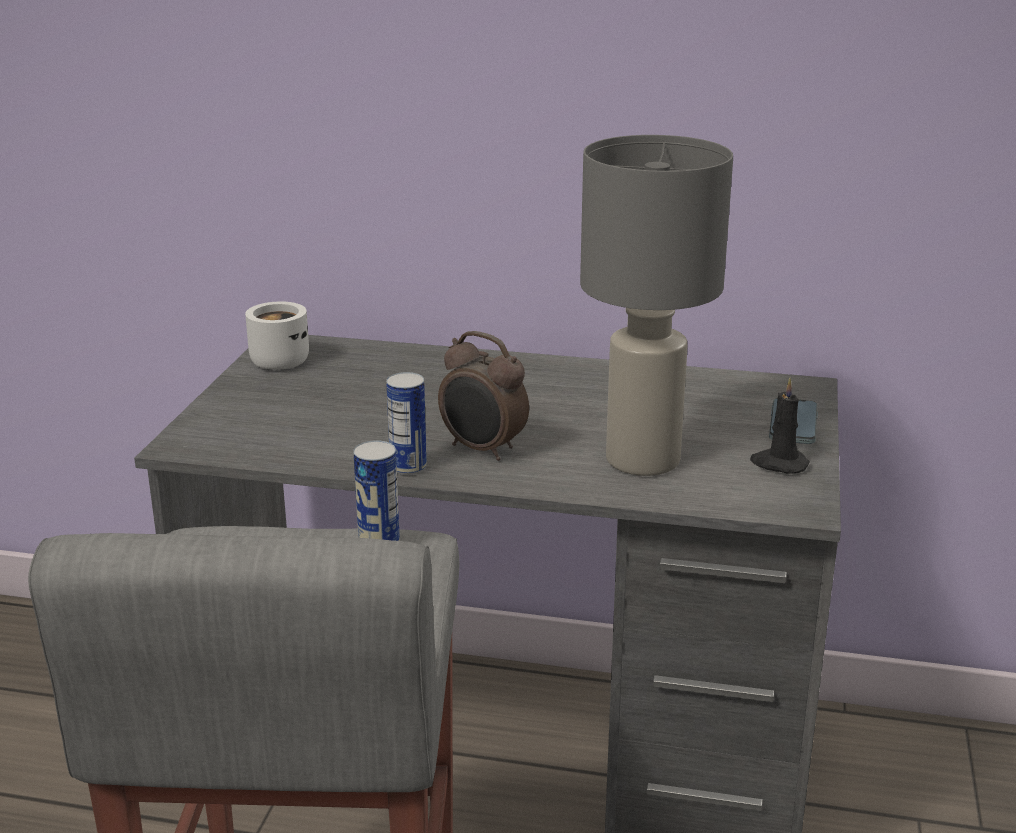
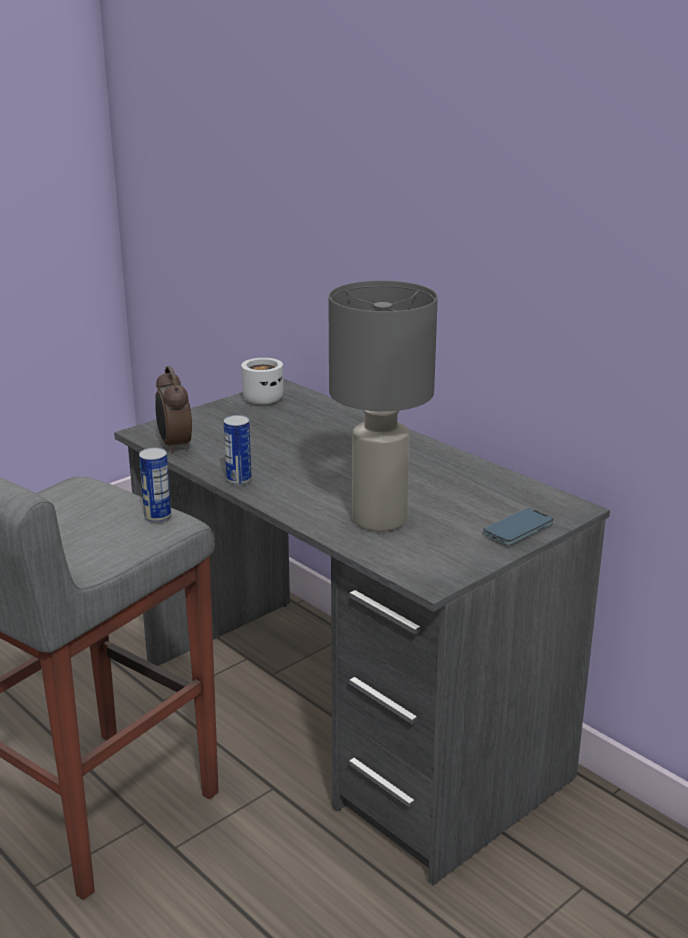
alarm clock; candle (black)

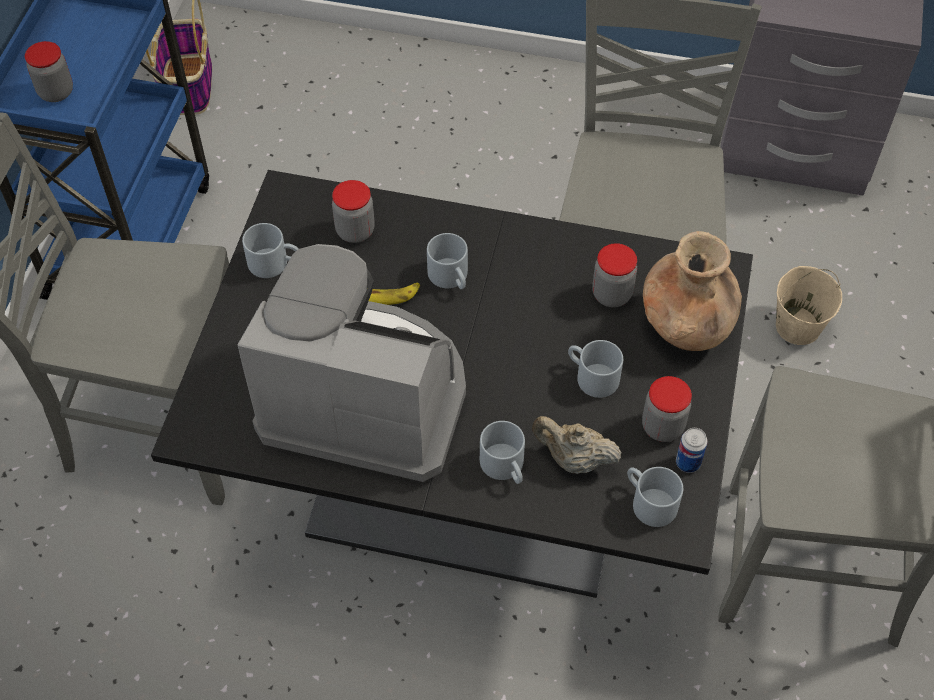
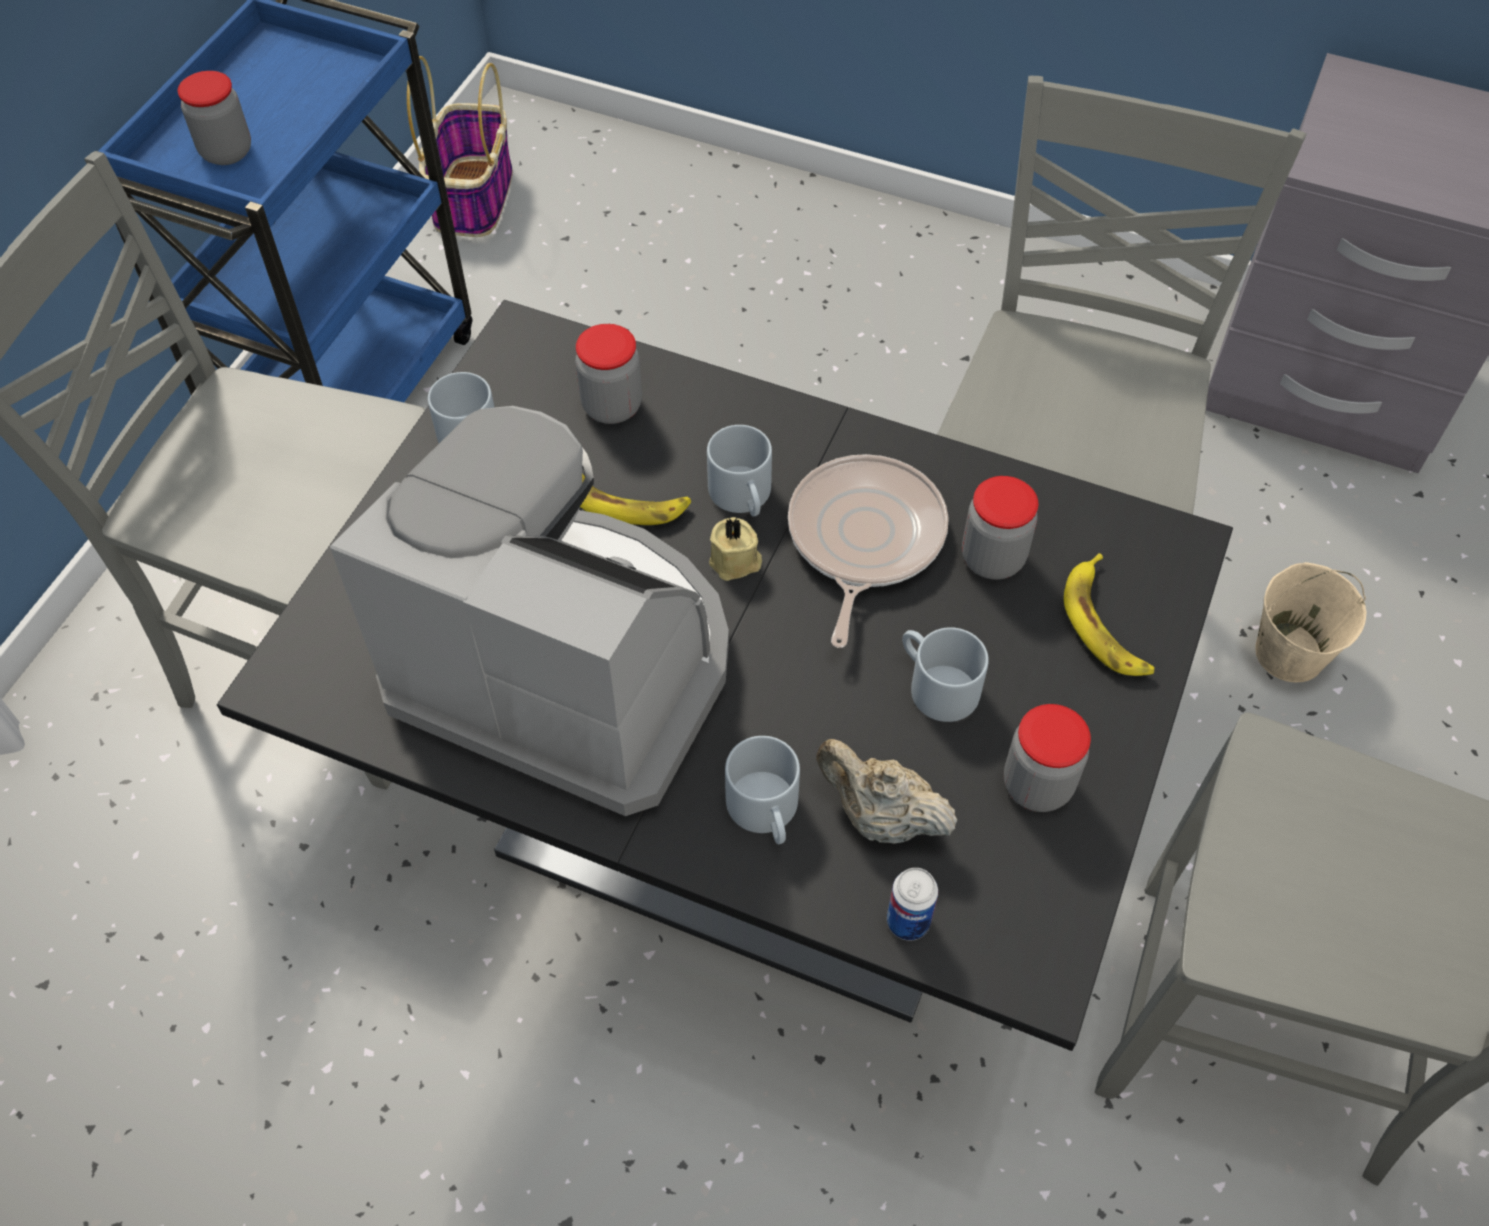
banana (2nd from left); can; mug (grey) (5th from left in the first image); frying pan; candle (beige)

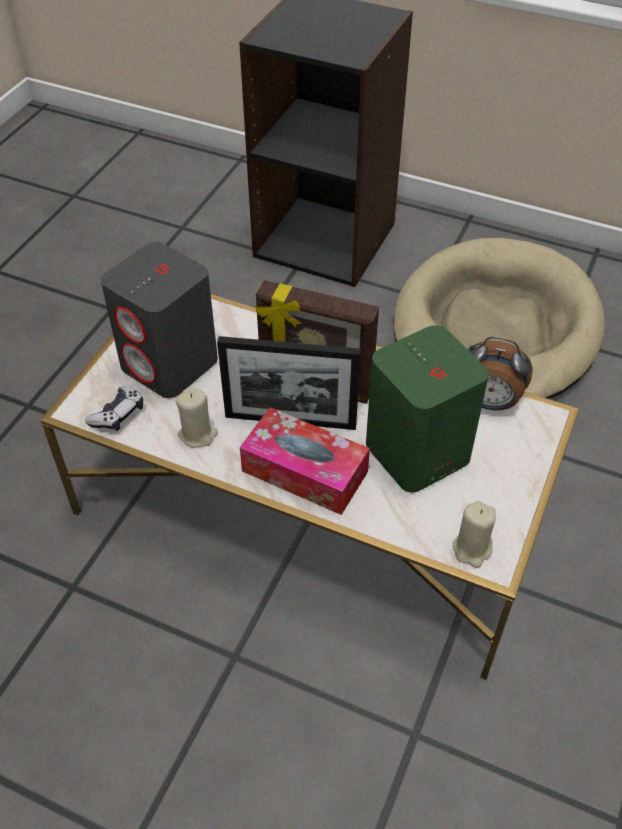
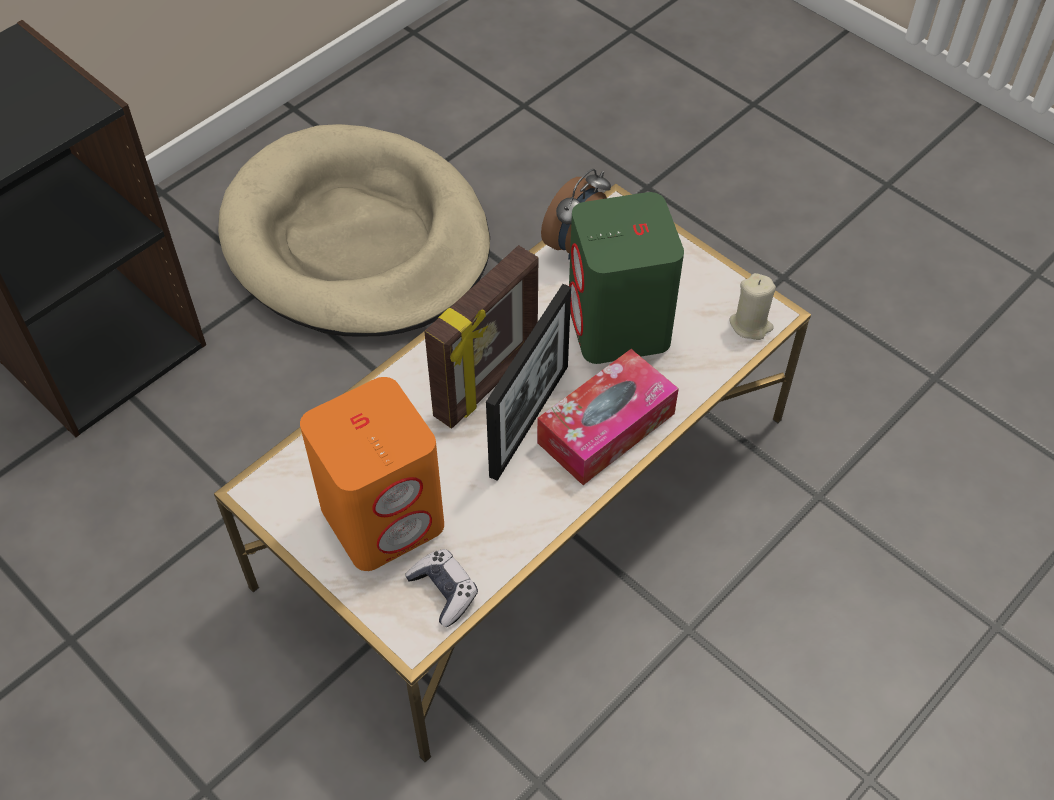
speaker (orange); candle (beige) (1st from left in the first image)

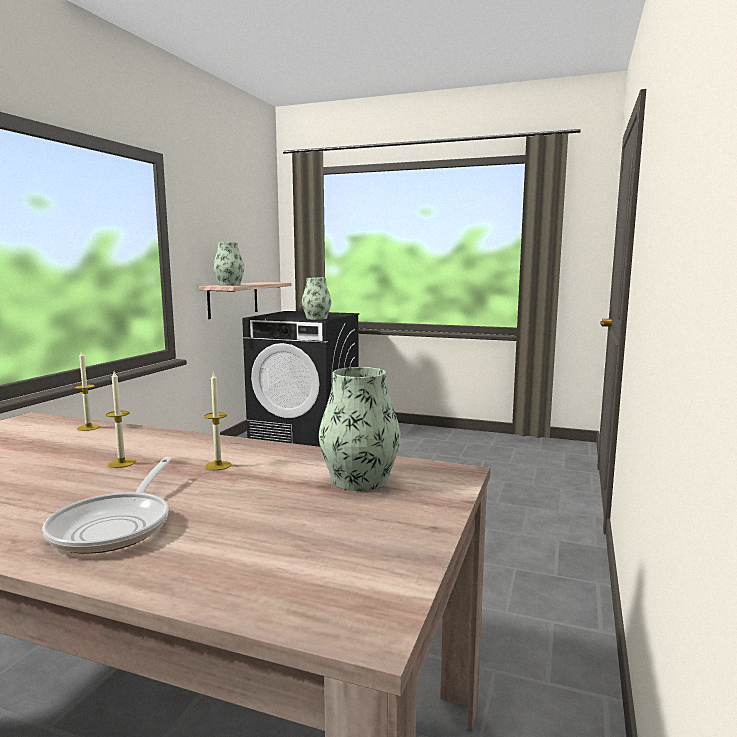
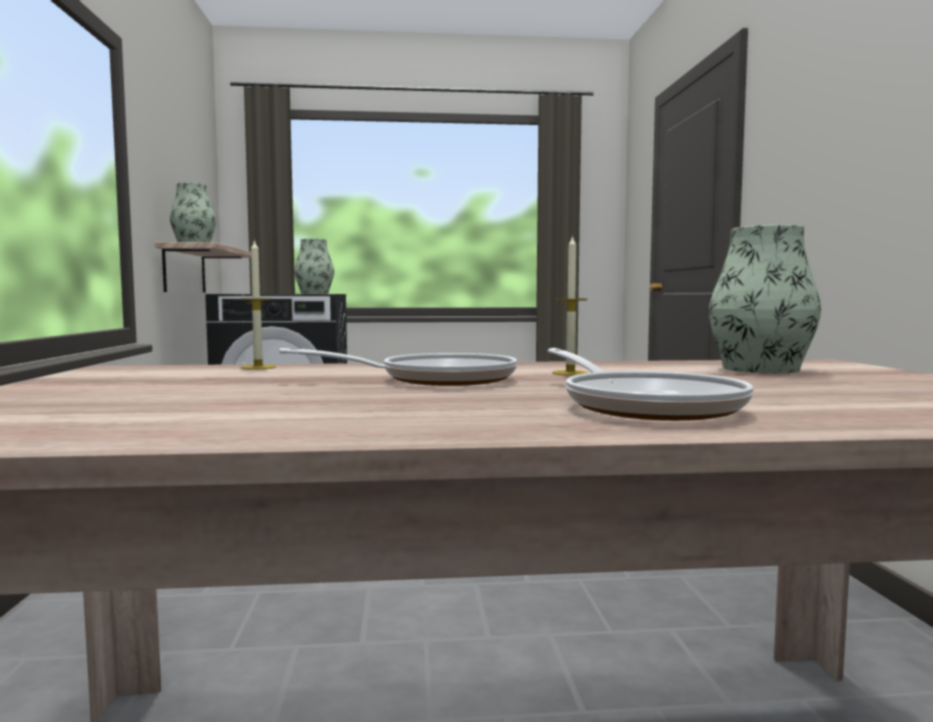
frying pan (1st from left)

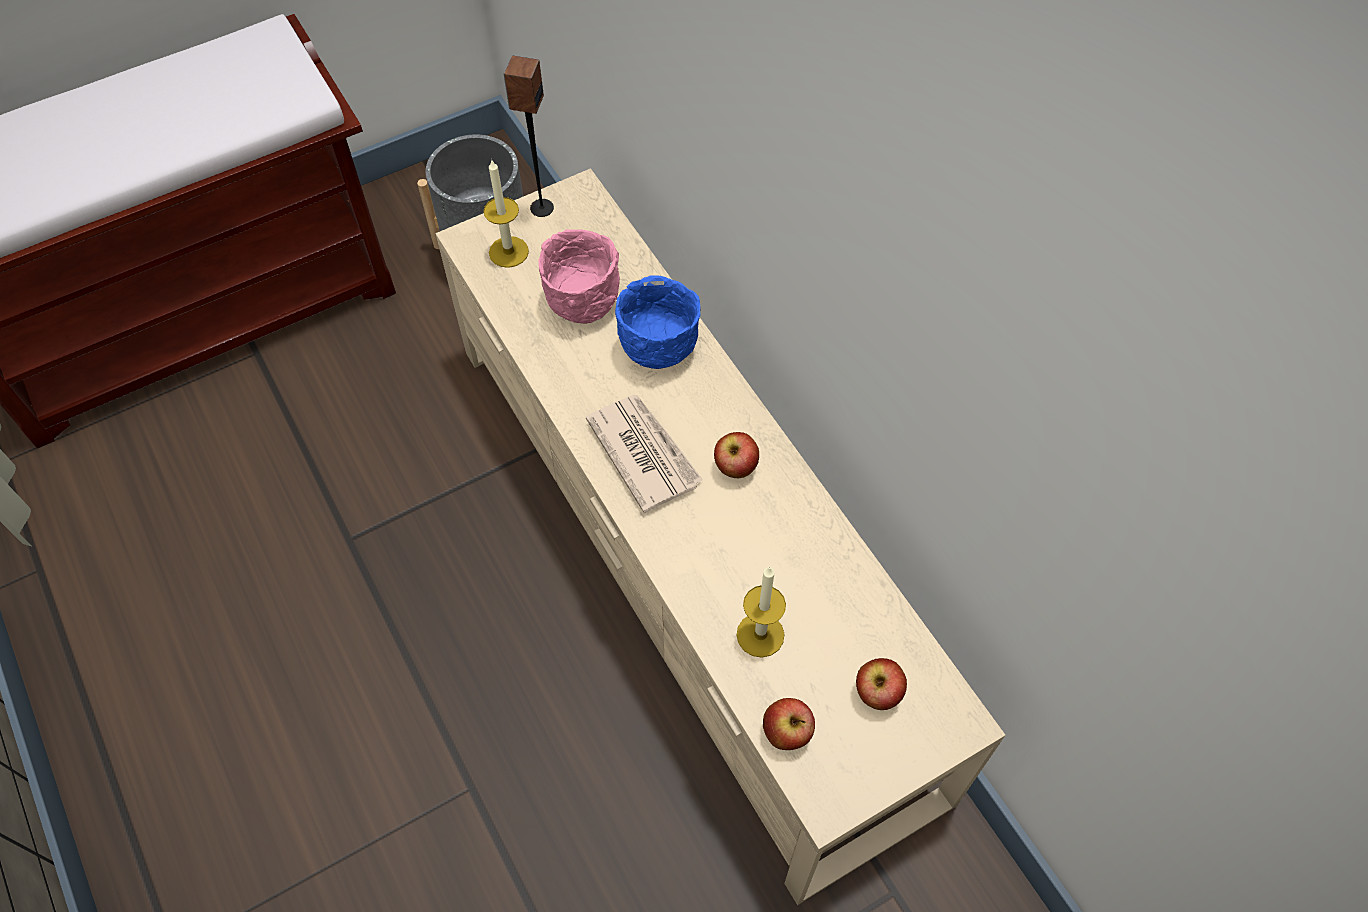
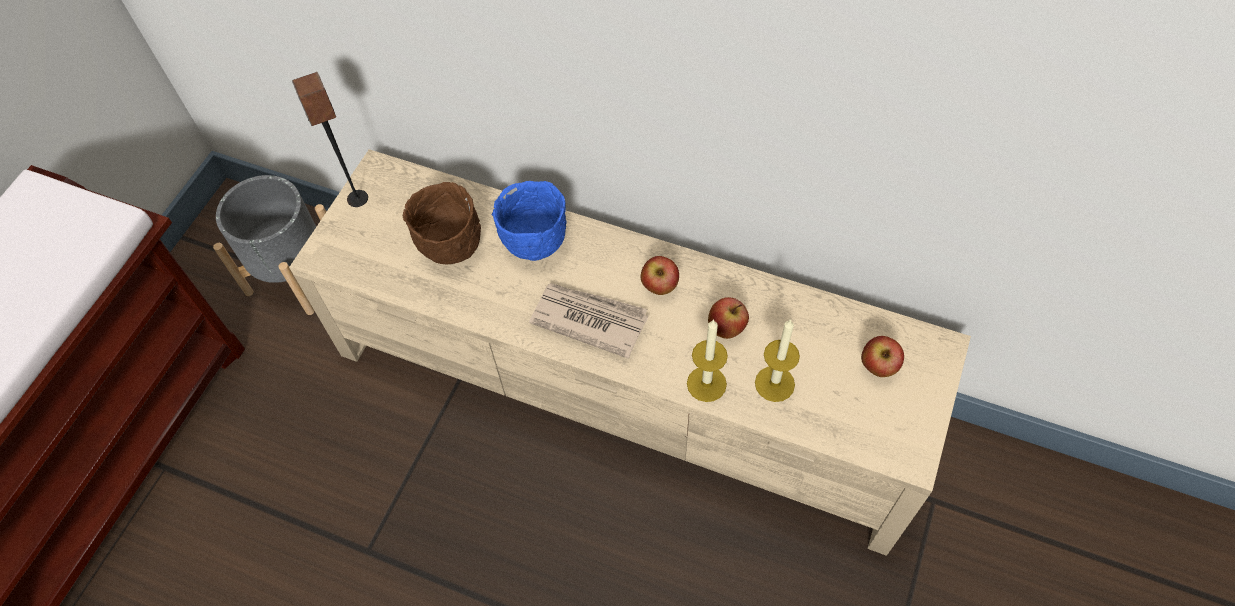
candle (1st from left); bowl (brown); apple (2nd from left)

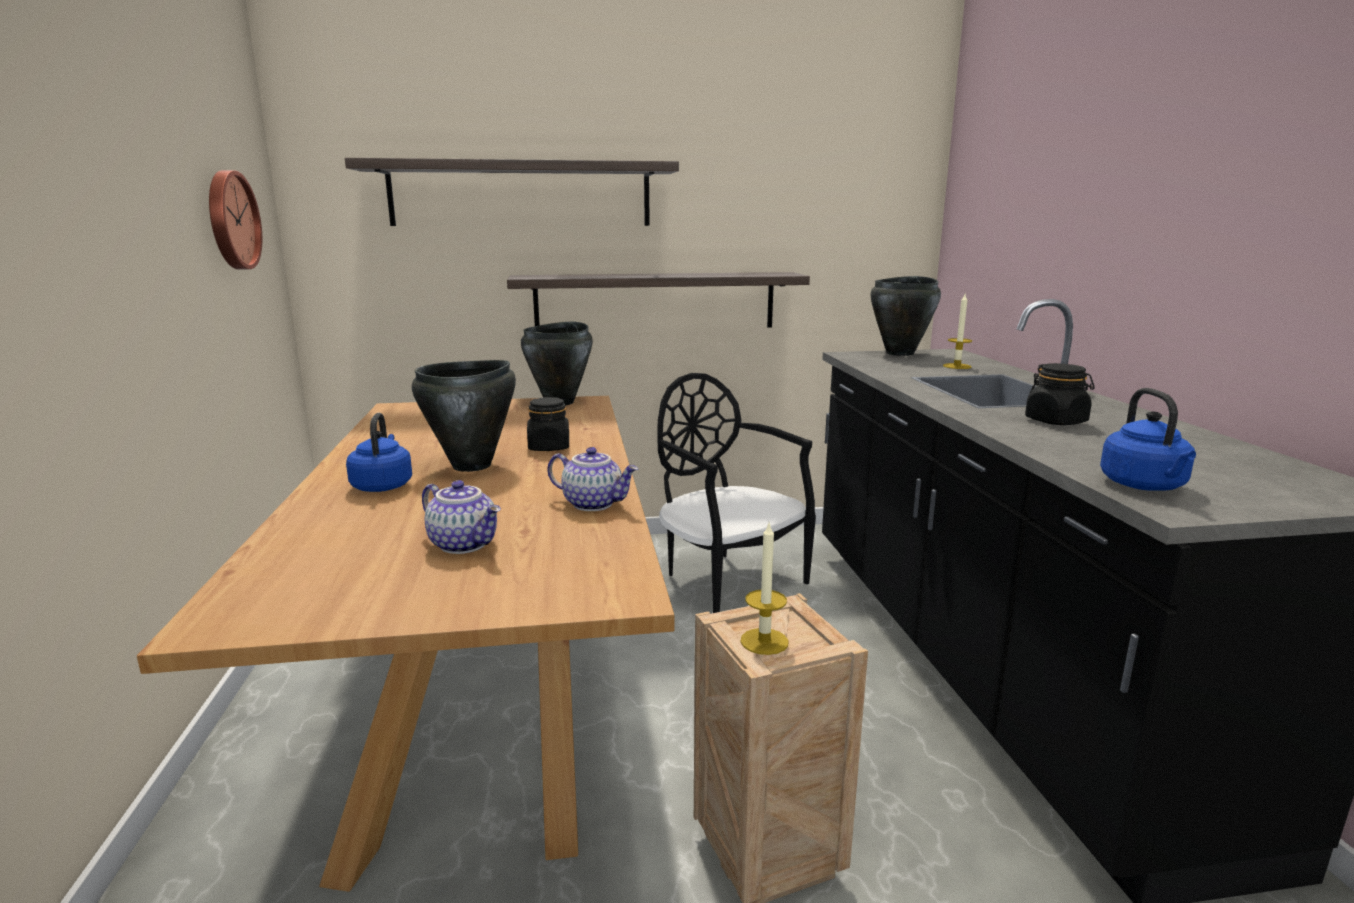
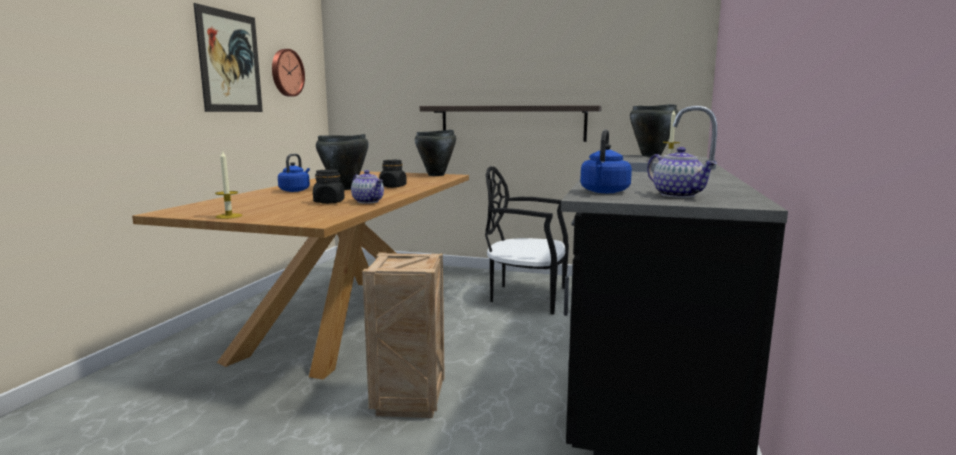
shelf (1st from left in the first image); jar (black) (1st from left); chair (black); teapot (2nd from left); candle (1st from left); picture

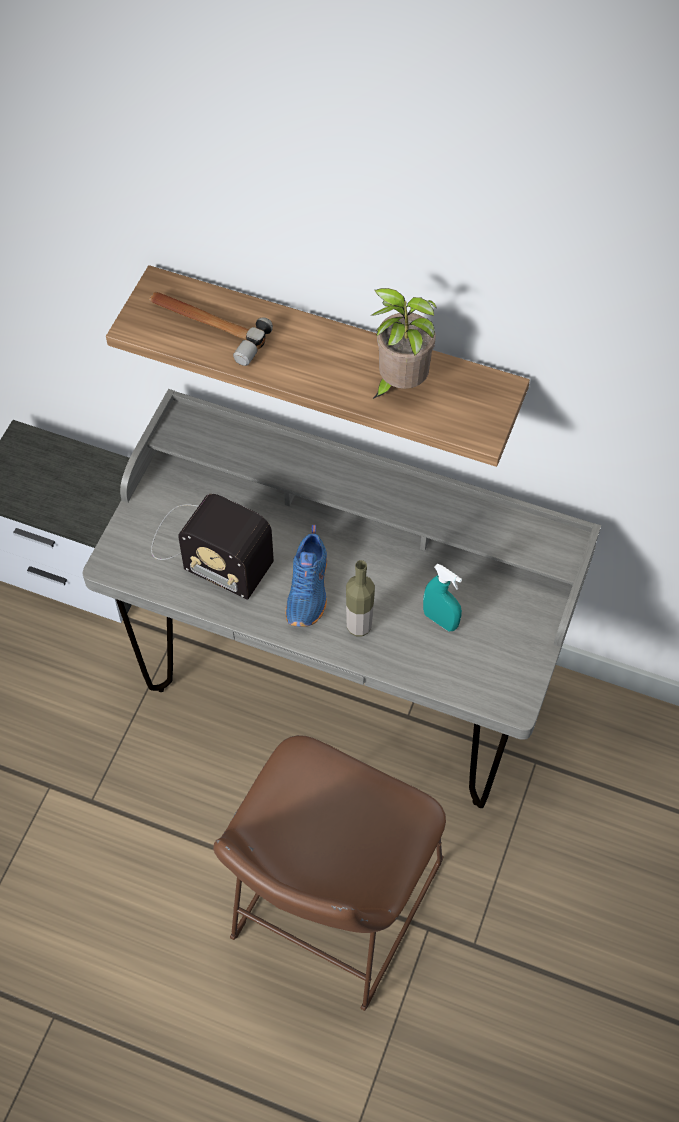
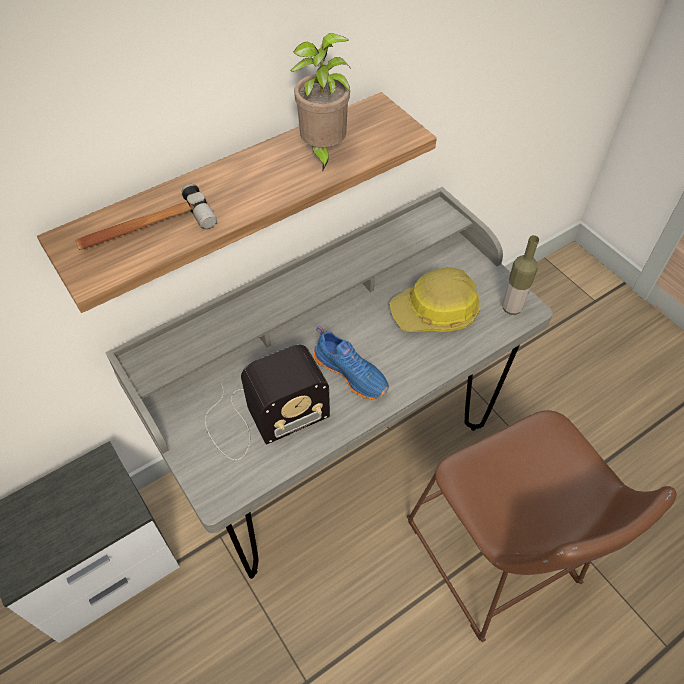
bottle; hard hat

